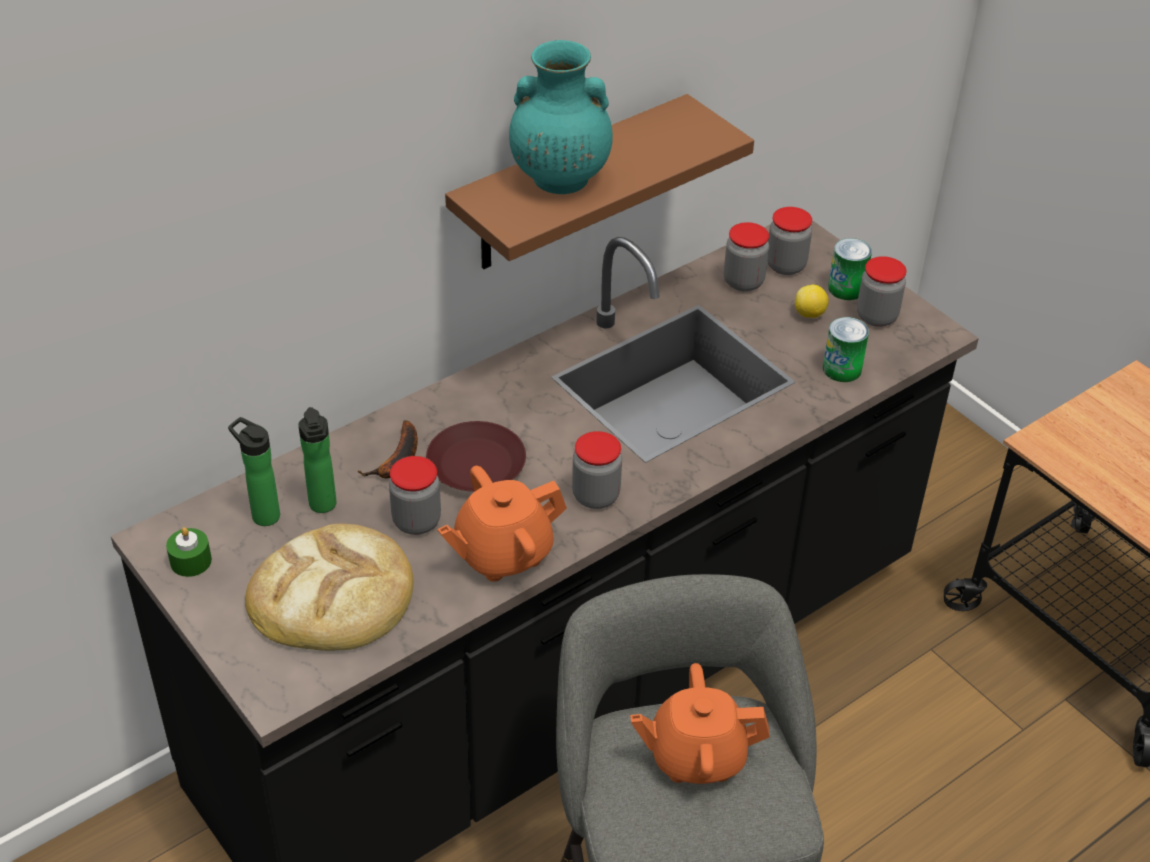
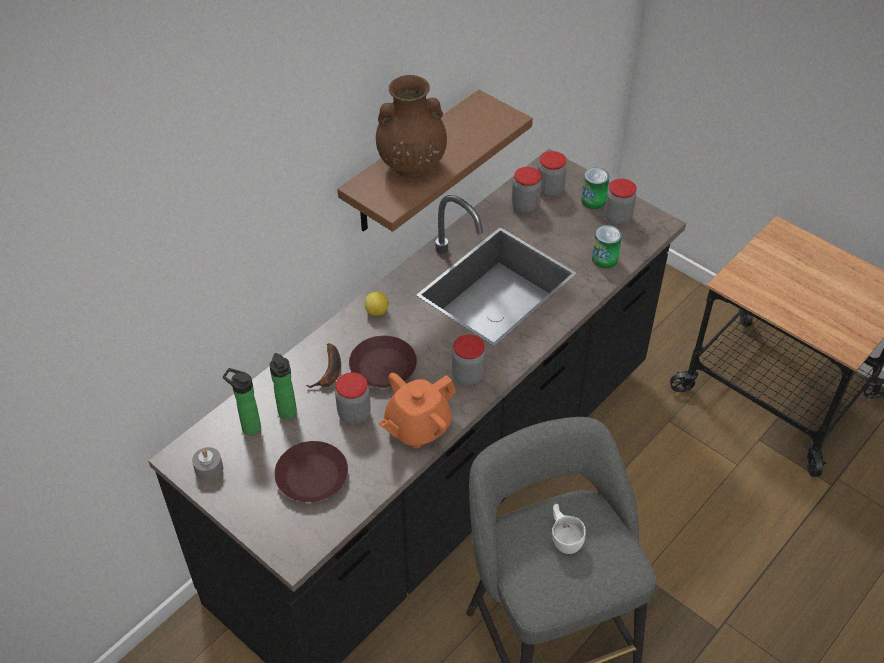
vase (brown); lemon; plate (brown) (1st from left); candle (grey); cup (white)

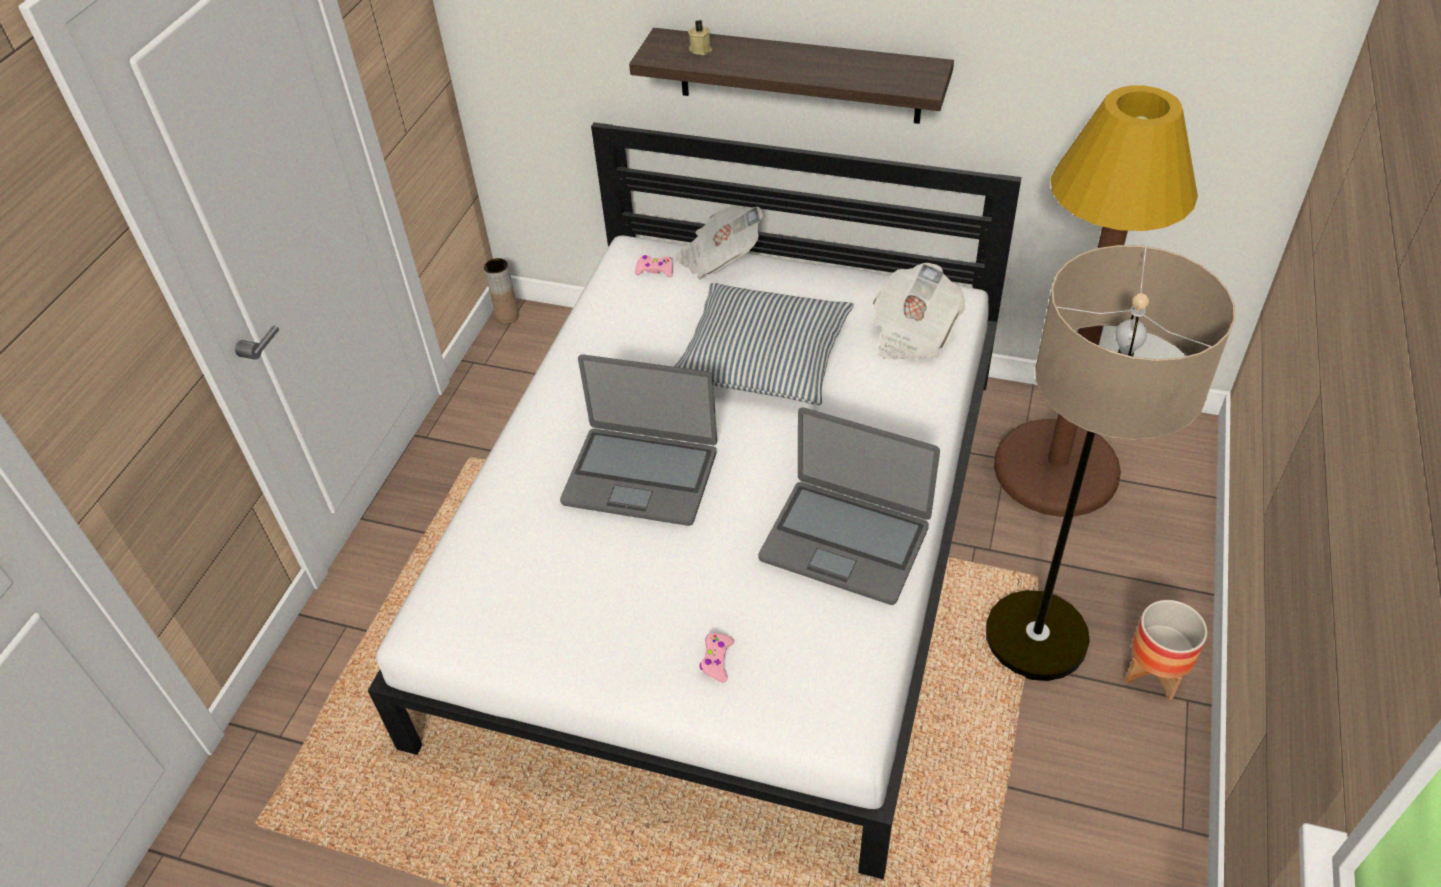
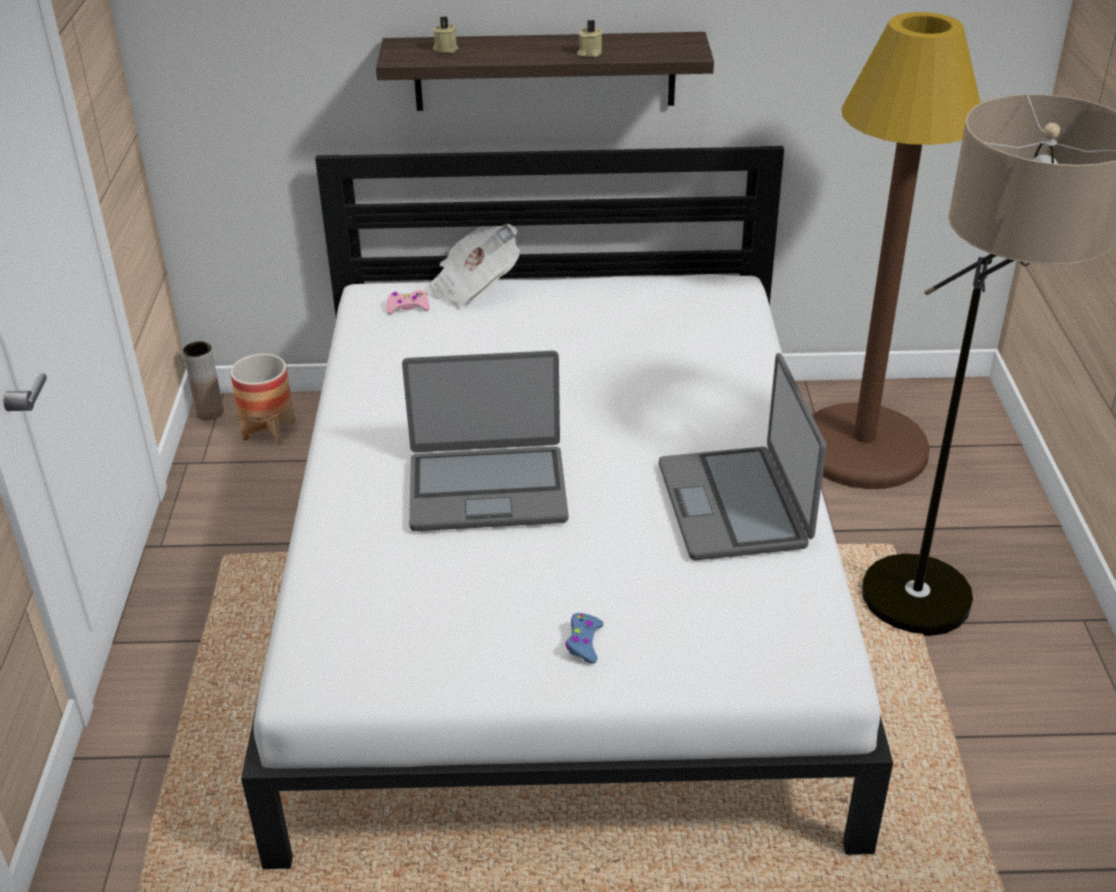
newspaper (2nd from left in the first image); pillow; laptop (2nd from left); planter; game controller (pink) (2nd from left in the first image); candle (beige) (2nd from left); game controller (blue)

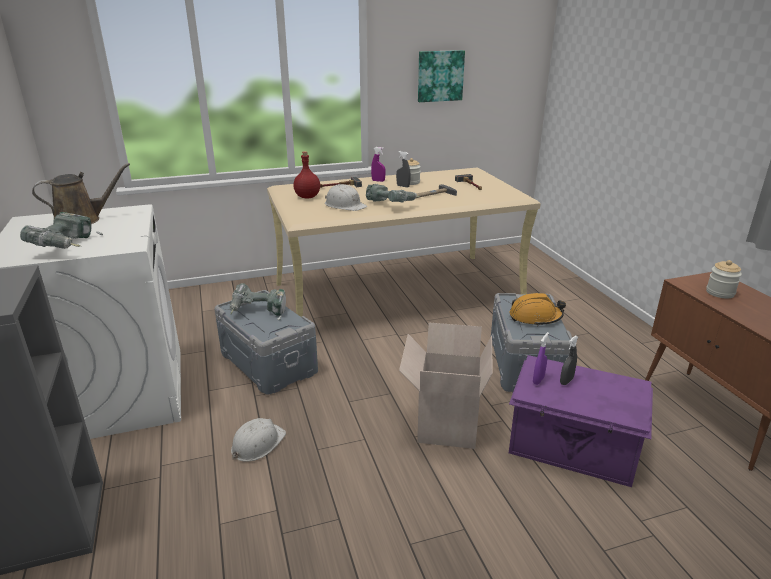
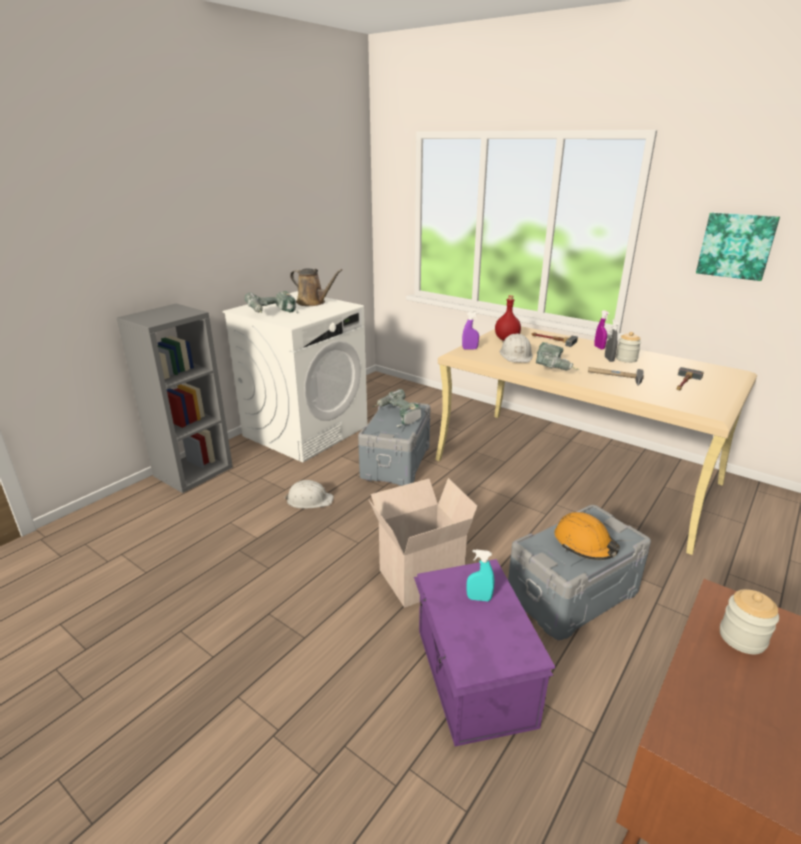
spray bottle (purple) (1st from left); spray bottle (turquoise)

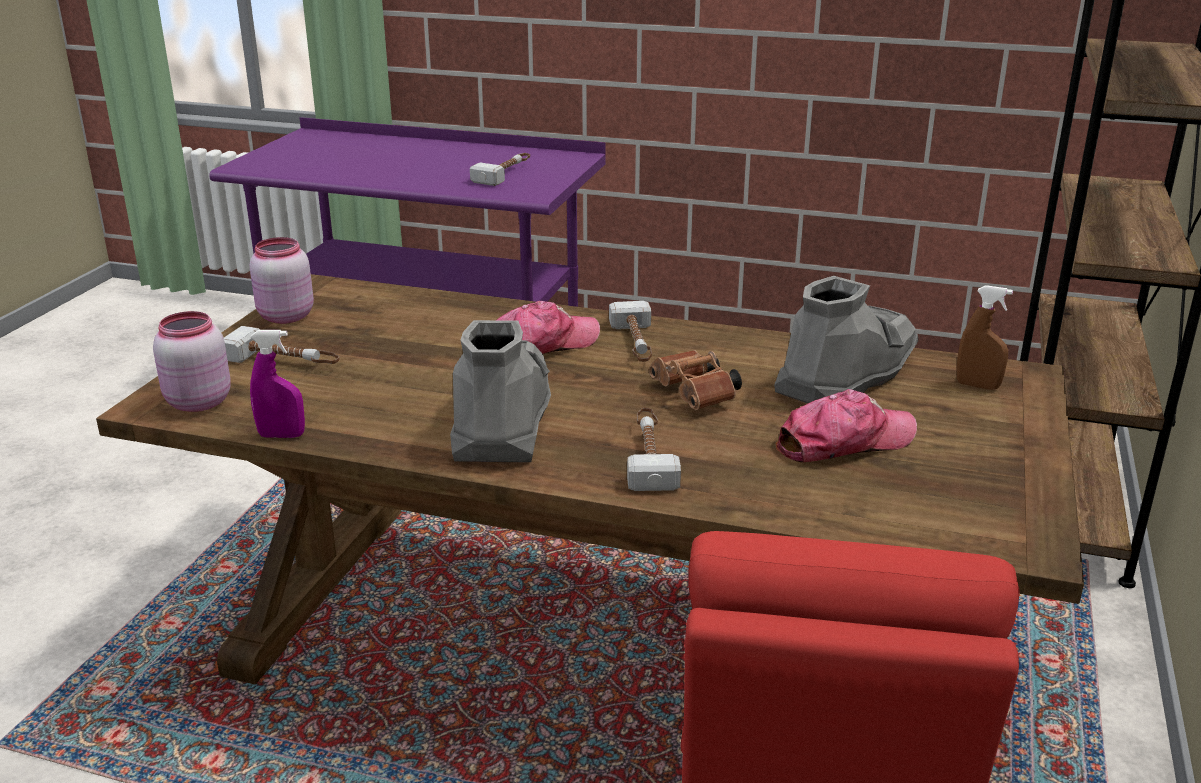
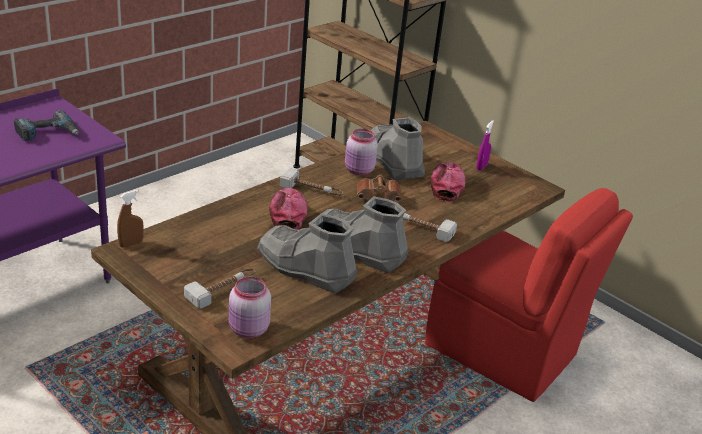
power drill; jar (pink) (2nd from left); spray bottle (brown); spray bottle (purple); boot (grey) (1st from left)

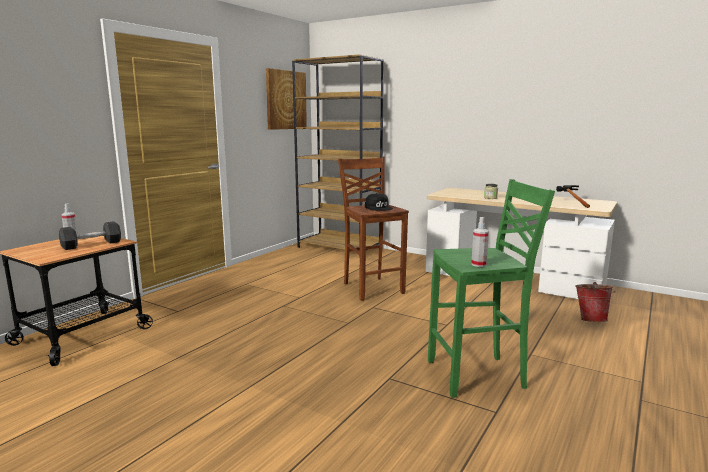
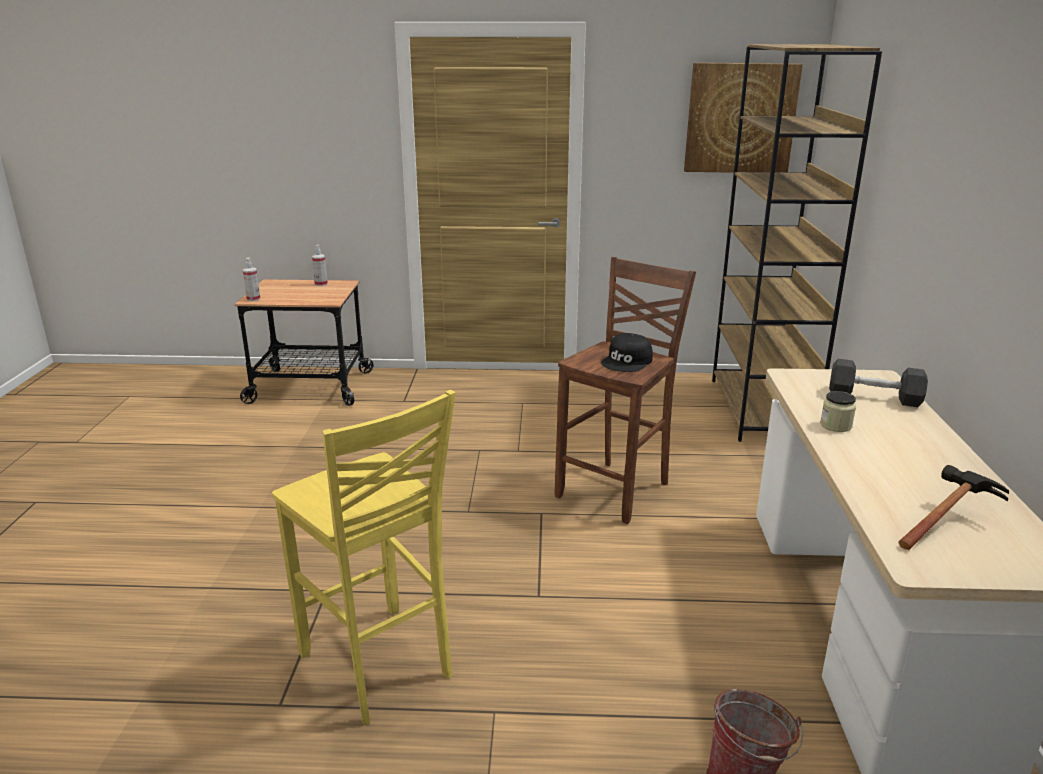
stool (yellow); spray bottle (1st from left); dumbbell (grey)

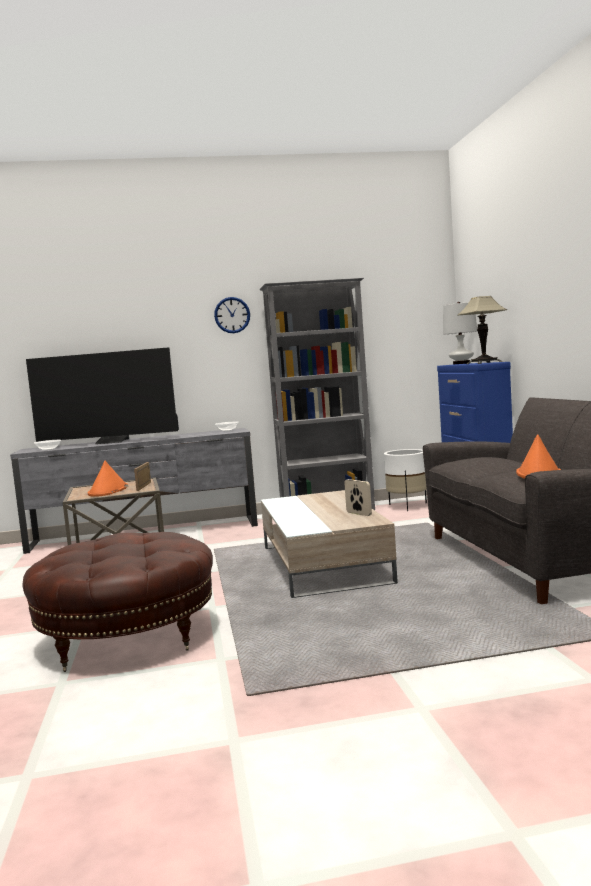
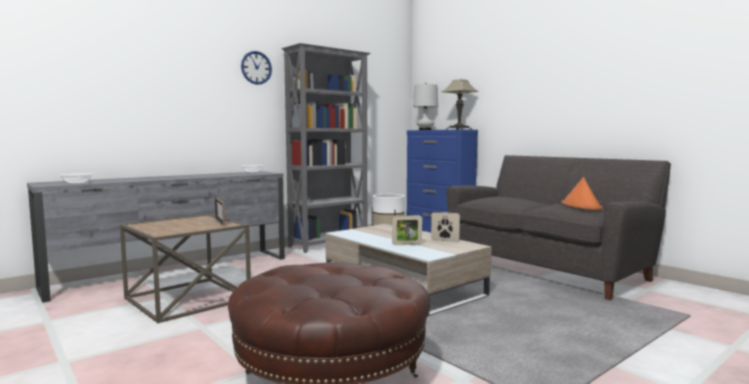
television; hat (orange) (1st from left in the first image); picture frame (2nd from left)

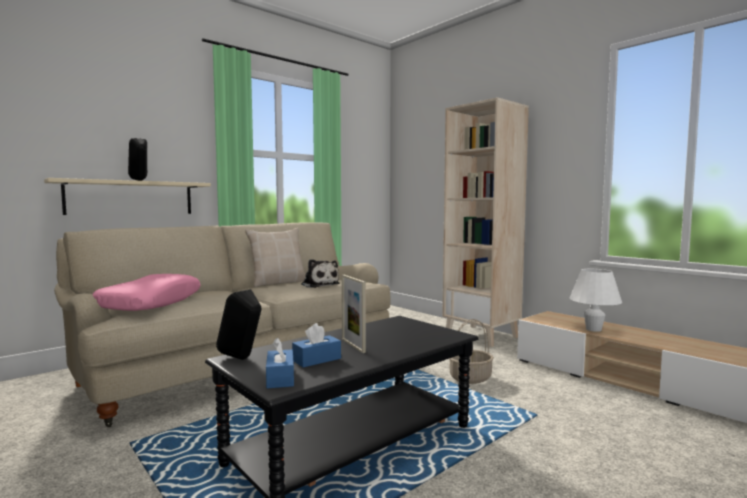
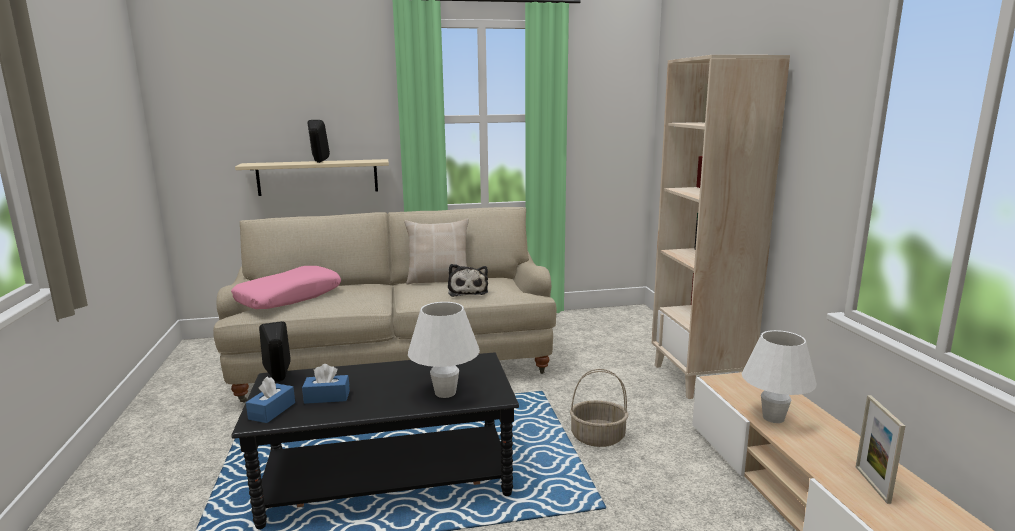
picture frame; table lamp (white) (1st from left)

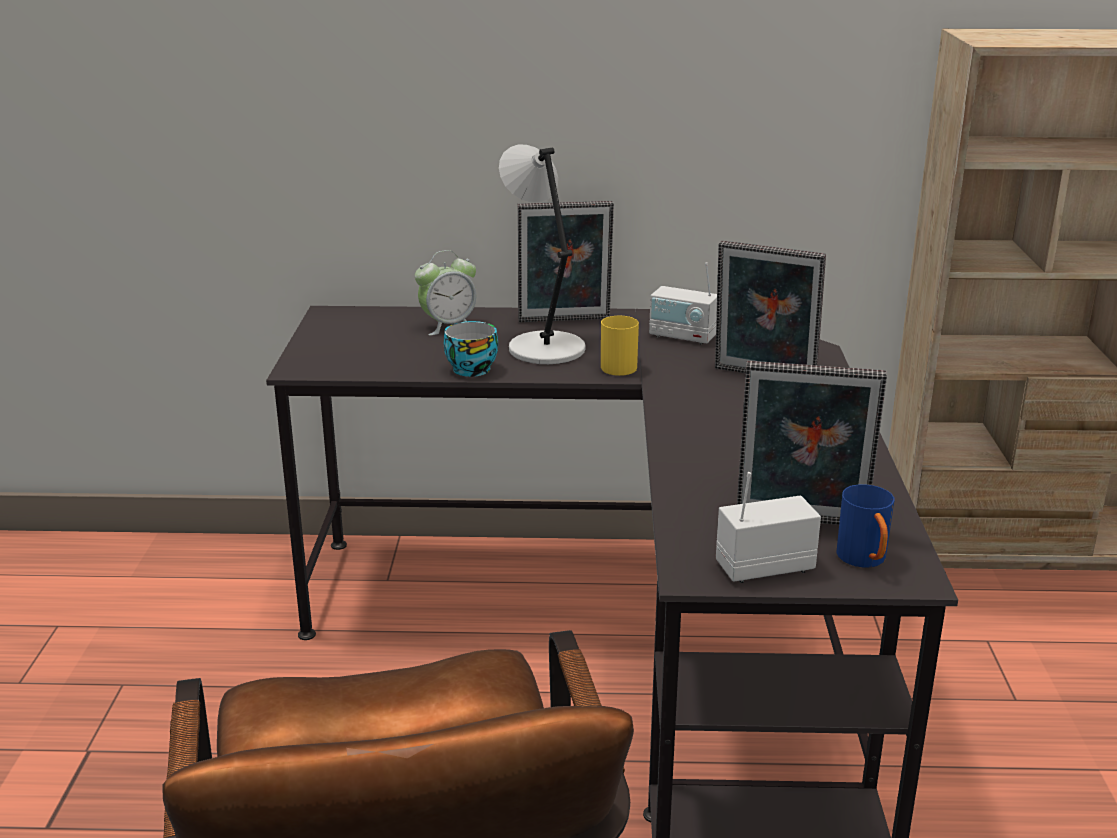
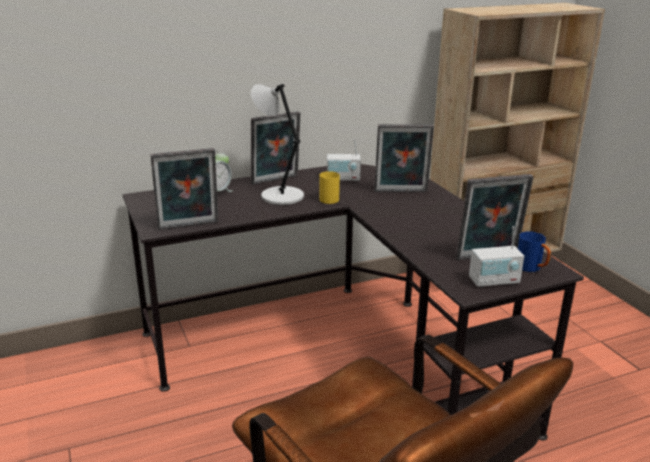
cup; radio (2nd from left); picture frame (1st from left)

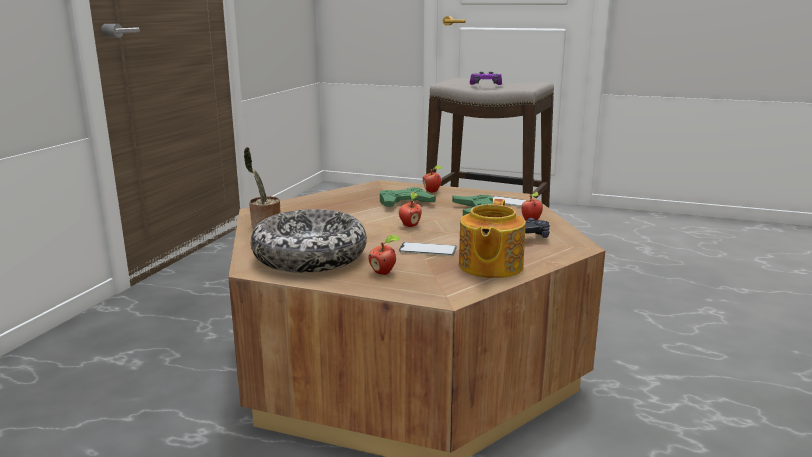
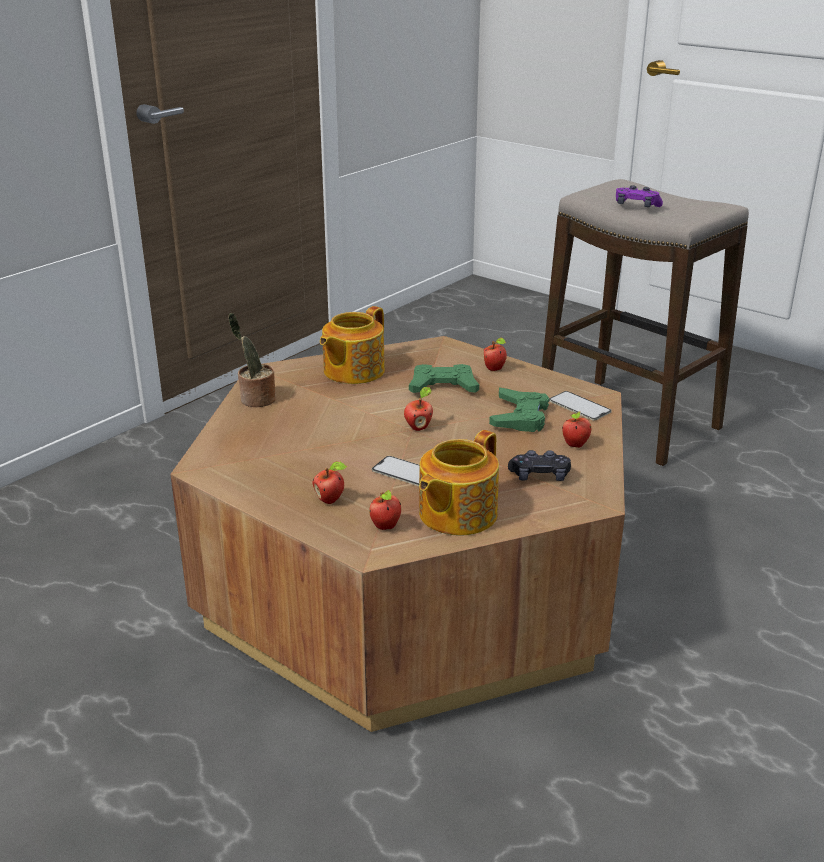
bowl; teapot (1st from left); apple (2nd from left)

